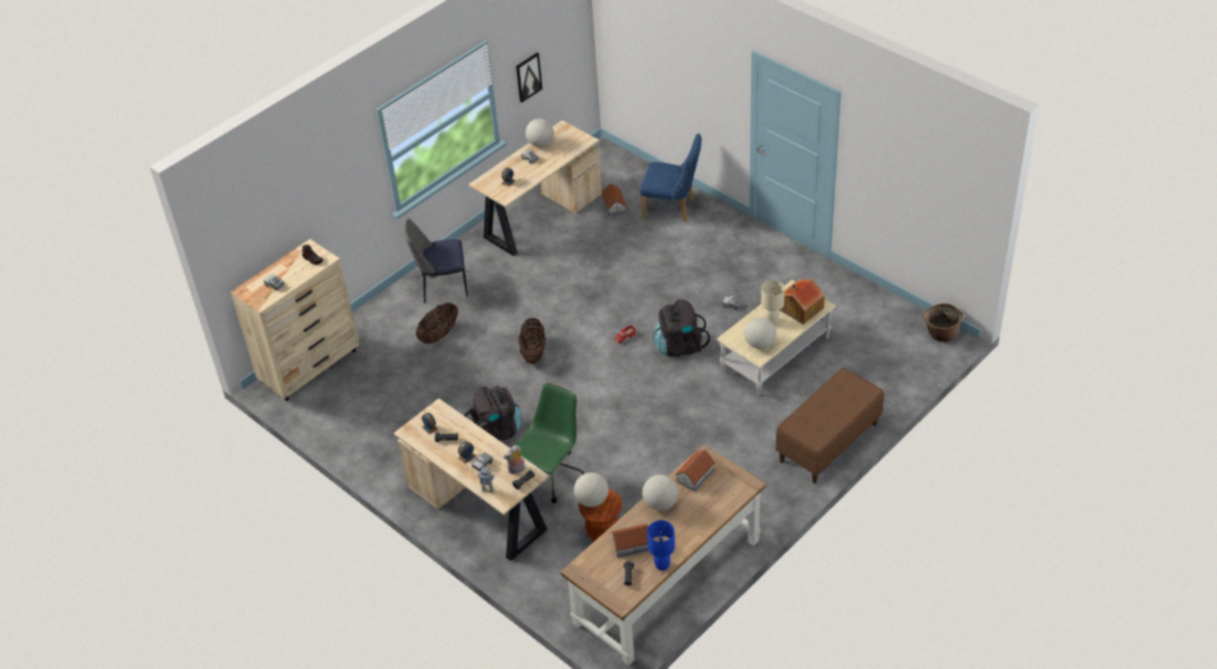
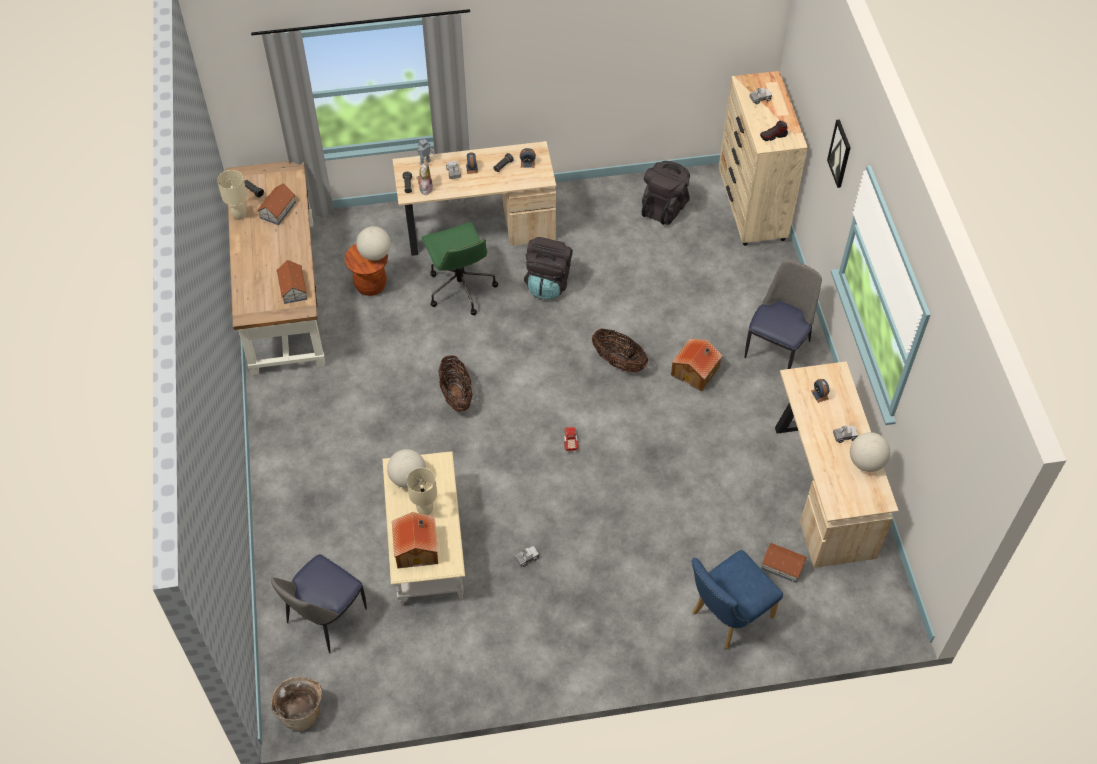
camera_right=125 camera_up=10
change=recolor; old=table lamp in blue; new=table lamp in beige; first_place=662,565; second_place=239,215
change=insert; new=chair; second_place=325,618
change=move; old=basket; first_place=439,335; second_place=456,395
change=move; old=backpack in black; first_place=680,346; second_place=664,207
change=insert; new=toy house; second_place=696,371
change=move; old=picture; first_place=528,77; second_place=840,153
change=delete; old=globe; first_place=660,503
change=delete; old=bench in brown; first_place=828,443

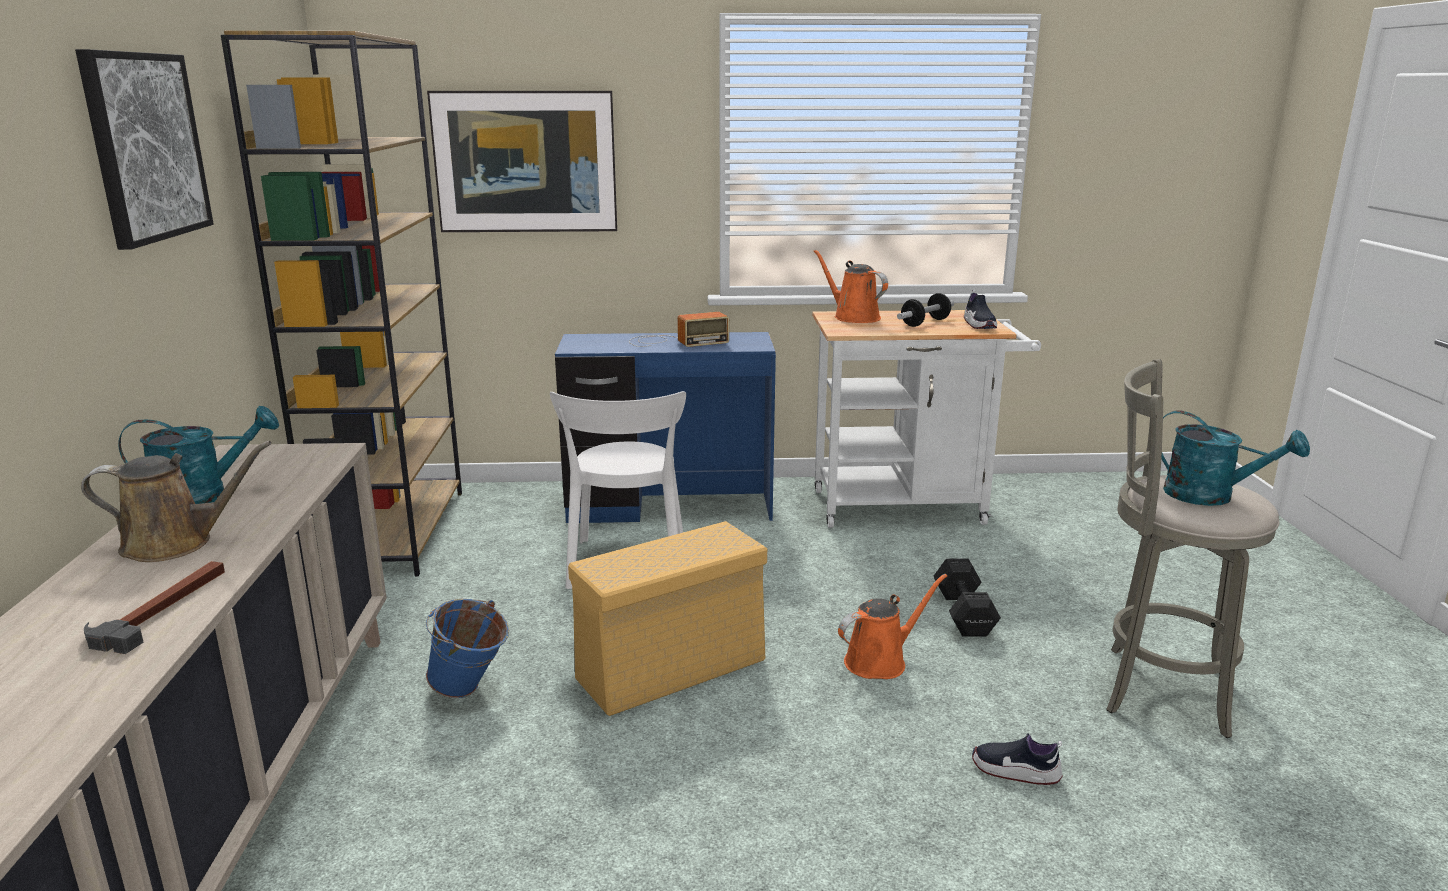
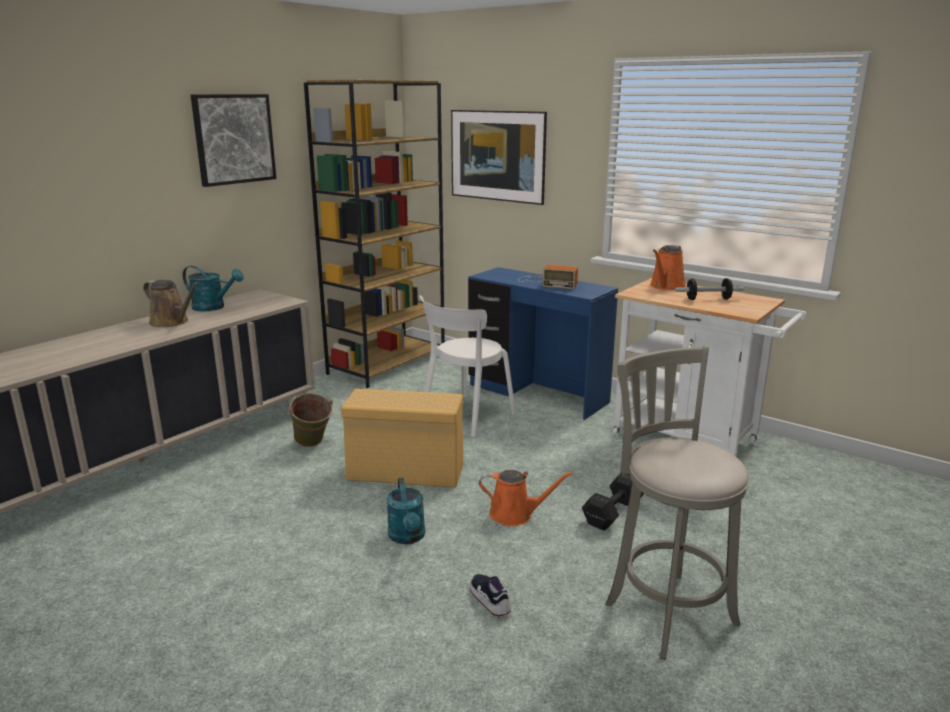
camera_right=40 camera_up=0
change=recolor; old=bucket in blue; new=bucket in green; first_place=471,691; second_place=312,445
change=move; old=watering can in turquoise; first_place=1211,497; second_place=408,537
change=rotate; old=watering can in orange; first_place=853,317; second_place=666,286; degrees=-150
change=delete; old=hammer; first_place=162,609
change=delete; old=shoe; first_place=979,325

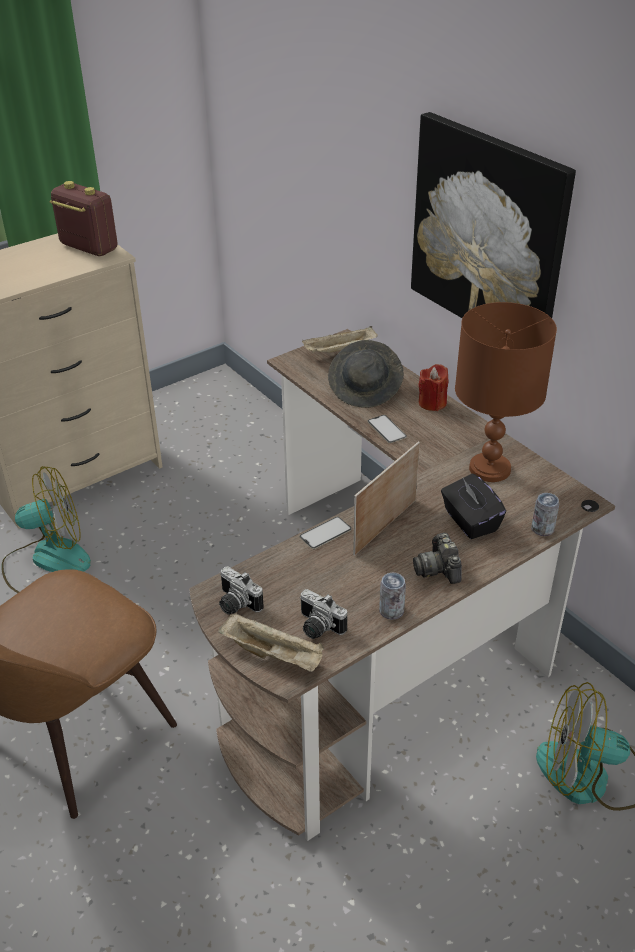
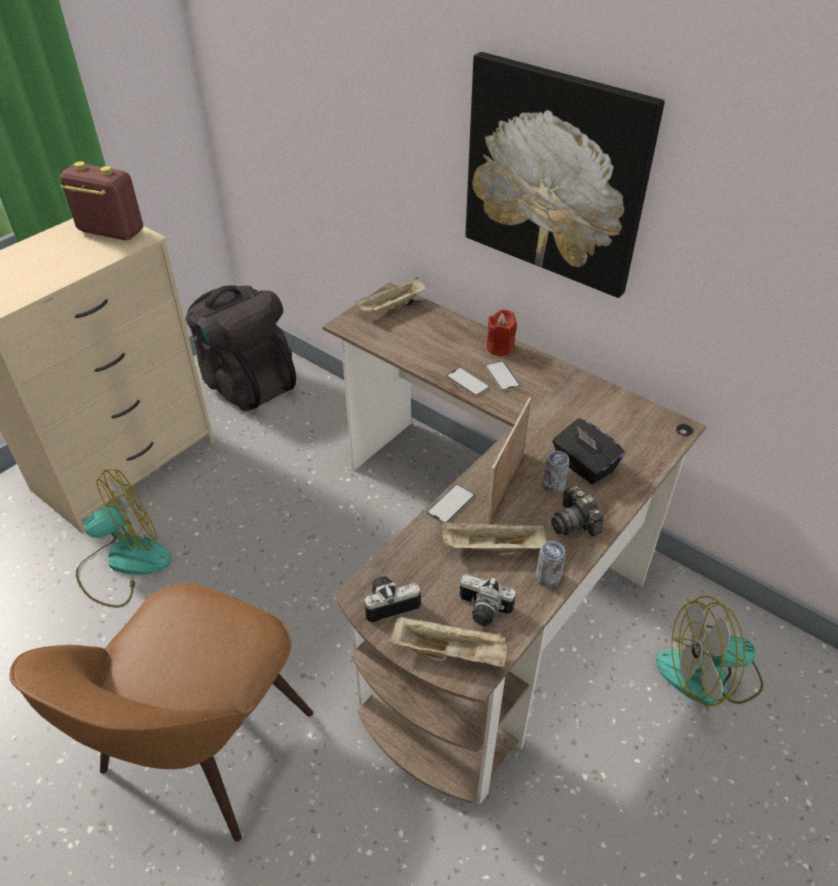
camera_right=-15 camera_up=5
change=insert; new=backpack in black; second_place=247,382
change=rotate; old=photo camera; first_place=235,604; second_place=389,602; degrees=135
change=insert; new=tray in beige; second_place=491,548
change=insert; new=phone; second_place=502,376
change=move; old=can; first_place=542,529; second_place=553,486
change=delete; old=hat in grey; first_place=366,389
change=delete; old=table lamp in brown; first_place=490,469

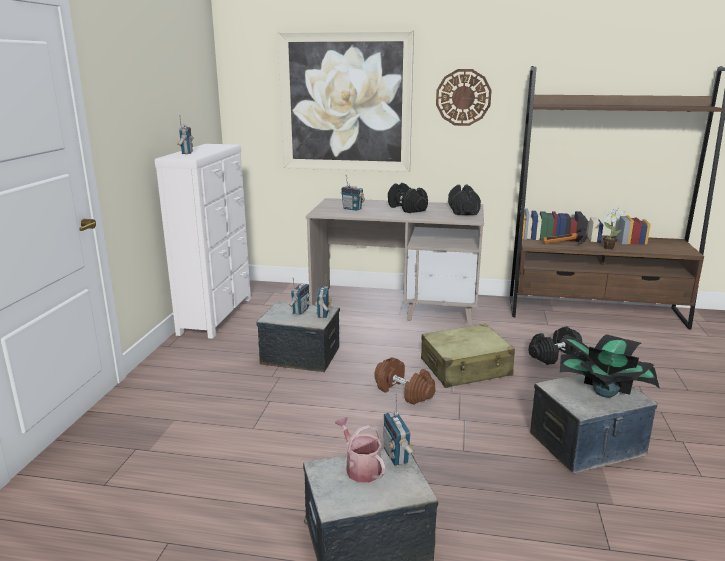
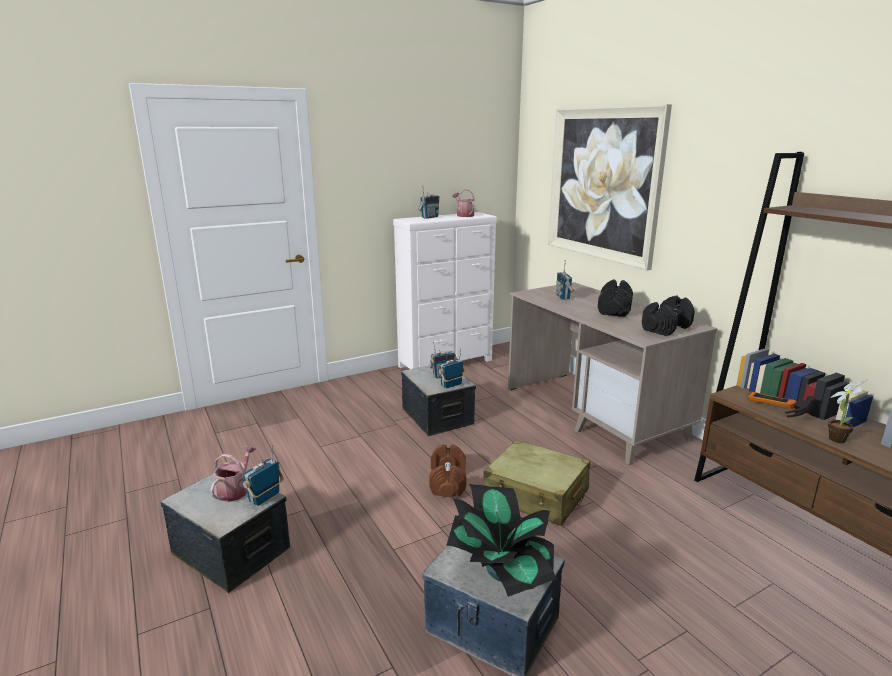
camera_right=50 camera_up=0
change=insert; new=watering can; second_place=464,215
change=delete; old=wall clock; first_place=463,97
change=delete; old=dumbbell in black; first_place=554,356

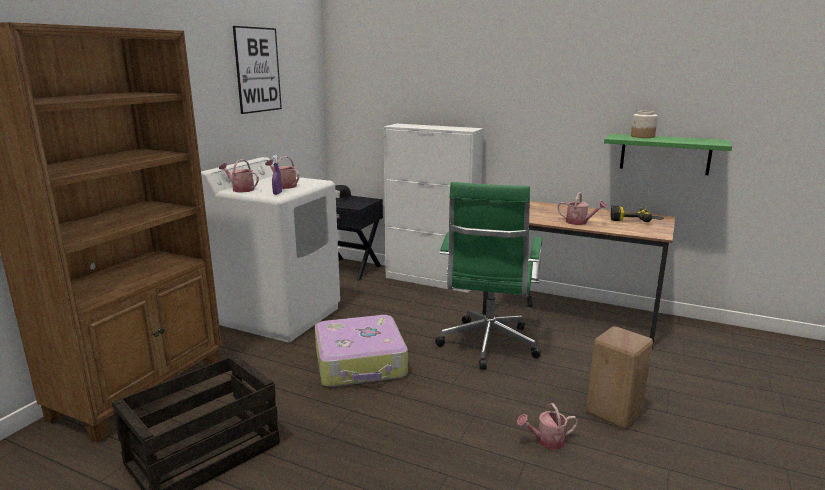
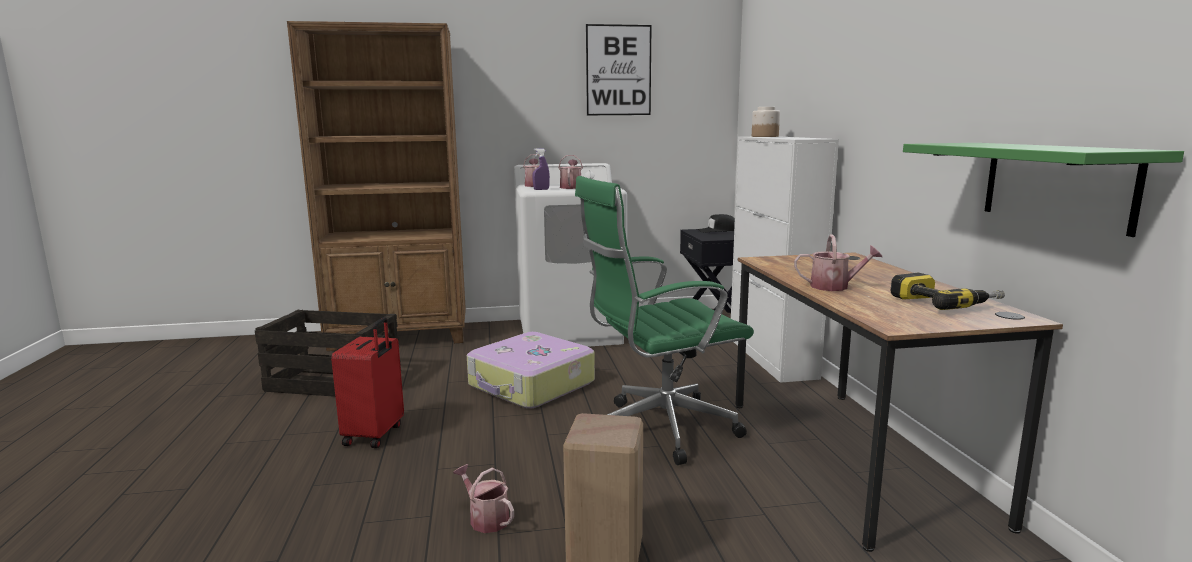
camera_right=55 camera_up=-5
change=insert; new=suitcase in red; second_place=375,435
change=move; old=jar; first_place=642,136; second_place=764,136
change=rotate; old=watering can; first_place=579,222; second_place=835,286; degrees=-75

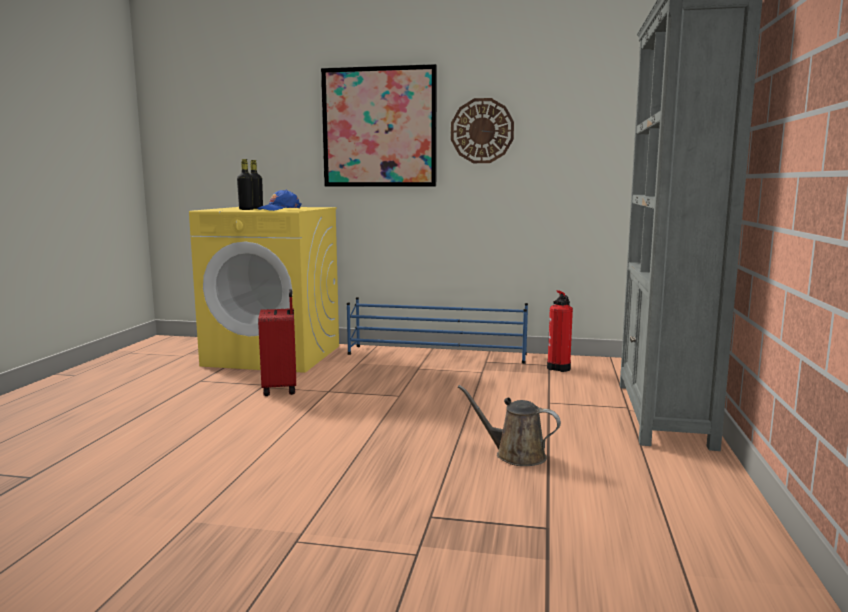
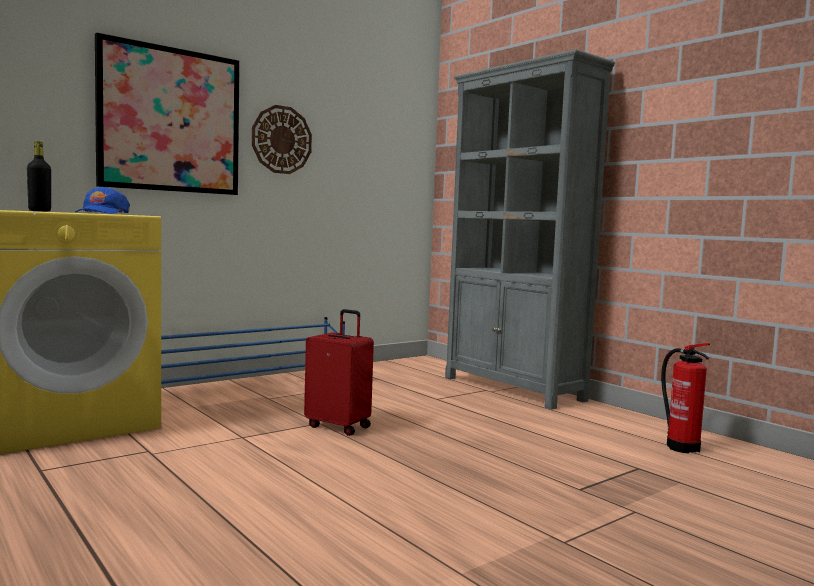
camera_right=-50 camera_up=-5
change=move; old=suitcase in red; first_place=281,388; second_place=339,426
change=move; old=fire extinguisher; first_place=560,368; second_place=681,447
change=delete; old=bottle in black; first_place=246,209
change=delete; old=watering can in brown; first_place=515,455

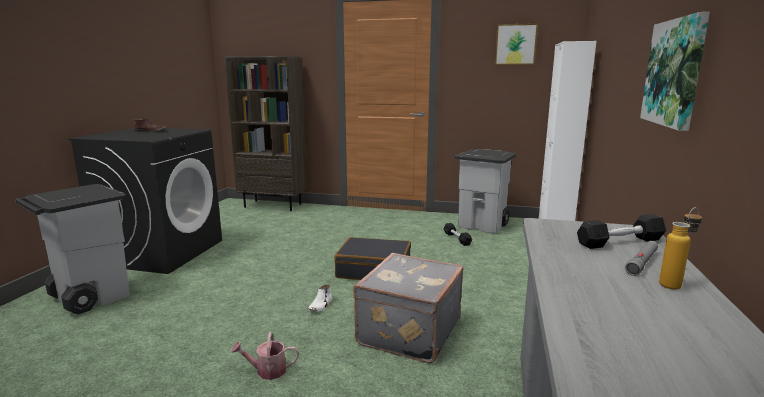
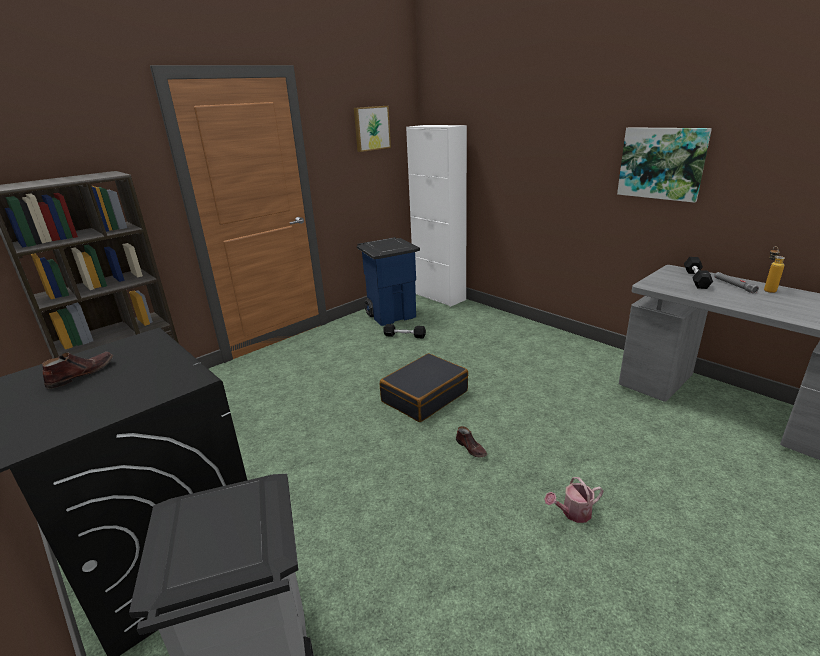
camera_right=-55 camera_up=10
change=recolor; old=trash can in grey; new=trash can in blue; first_place=483,225; second_place=392,315
change=recolor; old=shoe in white; new=shoe in brown; first_place=321,305; second_place=471,448
change=rotate; old=watering can; first_place=267,371; second_place=573,513; degrees=45
change=delete; old=suitcase in grey; first_place=407,331

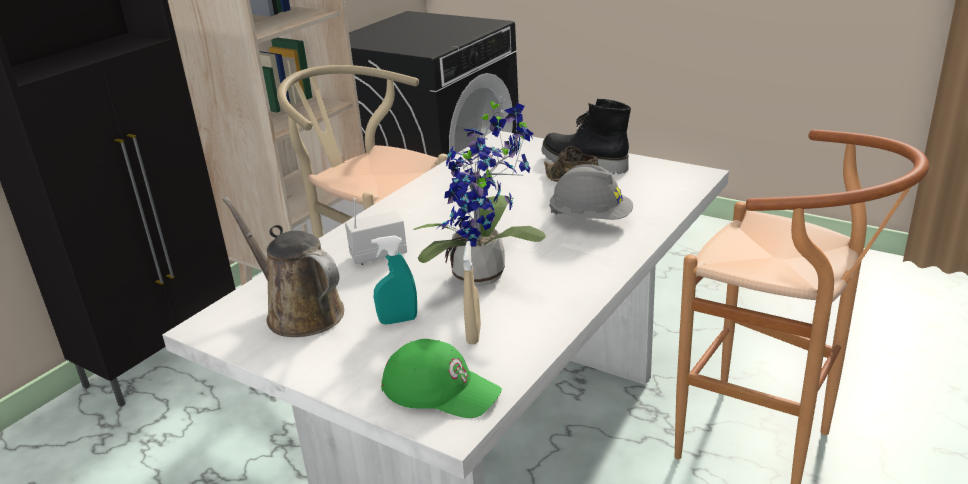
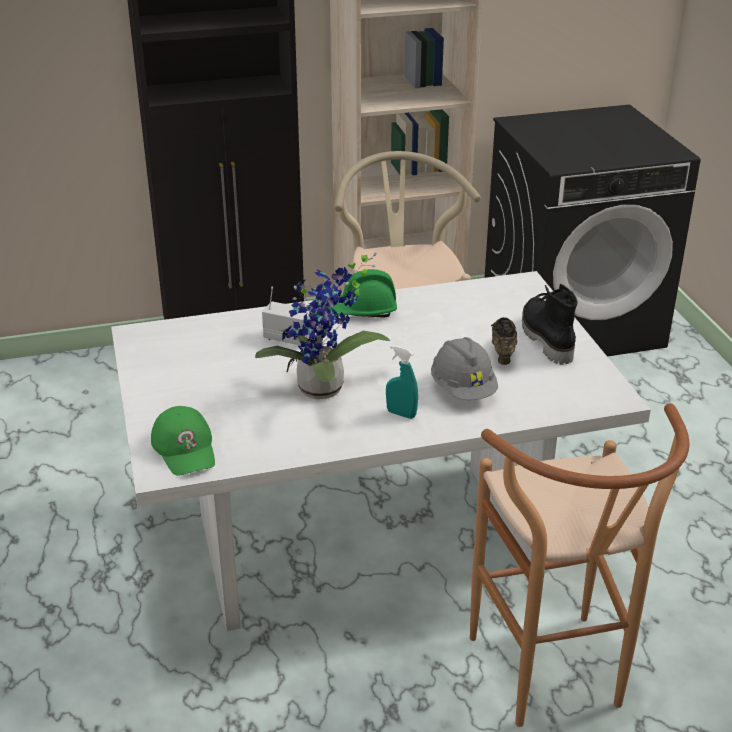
camera_right=40 camera_up=5
change=insert; new=hard hat in green; second_place=361,310
change=move; old=spray bottle in turquoise; first_place=398,320; second_place=401,414
change=delete; old=watering can in brown; first_place=299,312
change=delete; old=spray bottle in beige; first_place=473,335

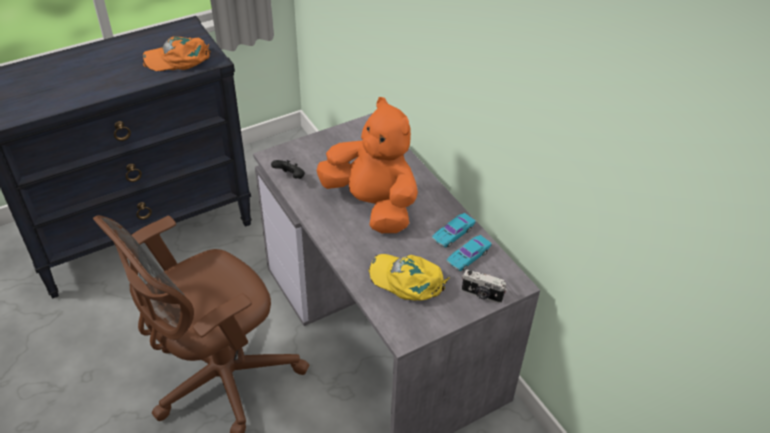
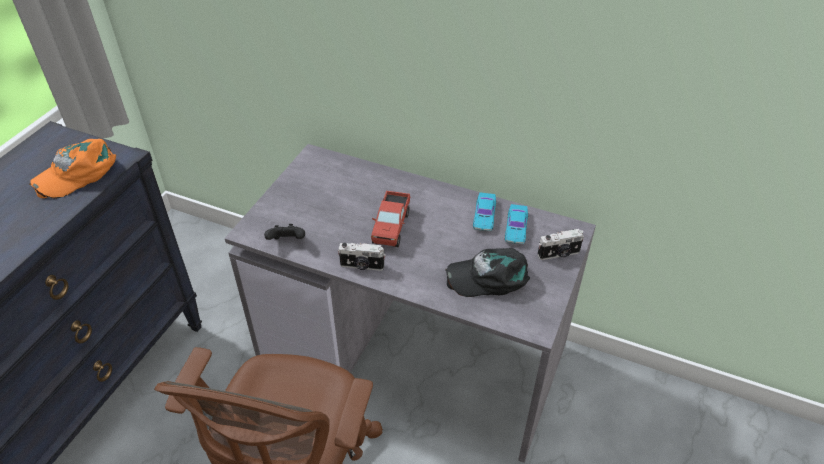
camera_right=-35 camera_up=0
change=insert; new=photo camera; second_place=362,266
change=replace; old=plush toy in orange; new=toy truck; first_place=372,205; second_place=391,227
change=recolor; old=cap in yellow; new=cap in black; first_place=407,280; second_place=489,276

